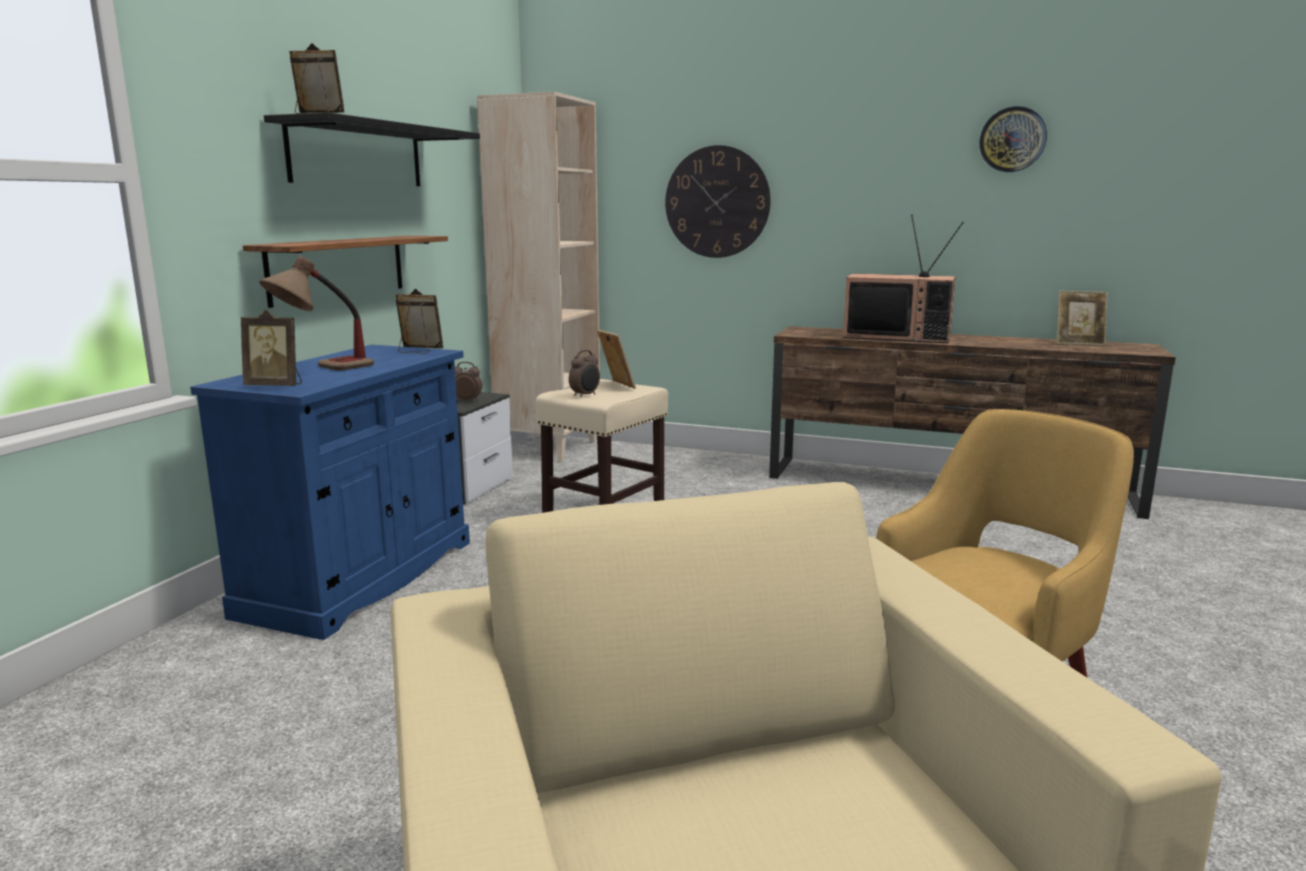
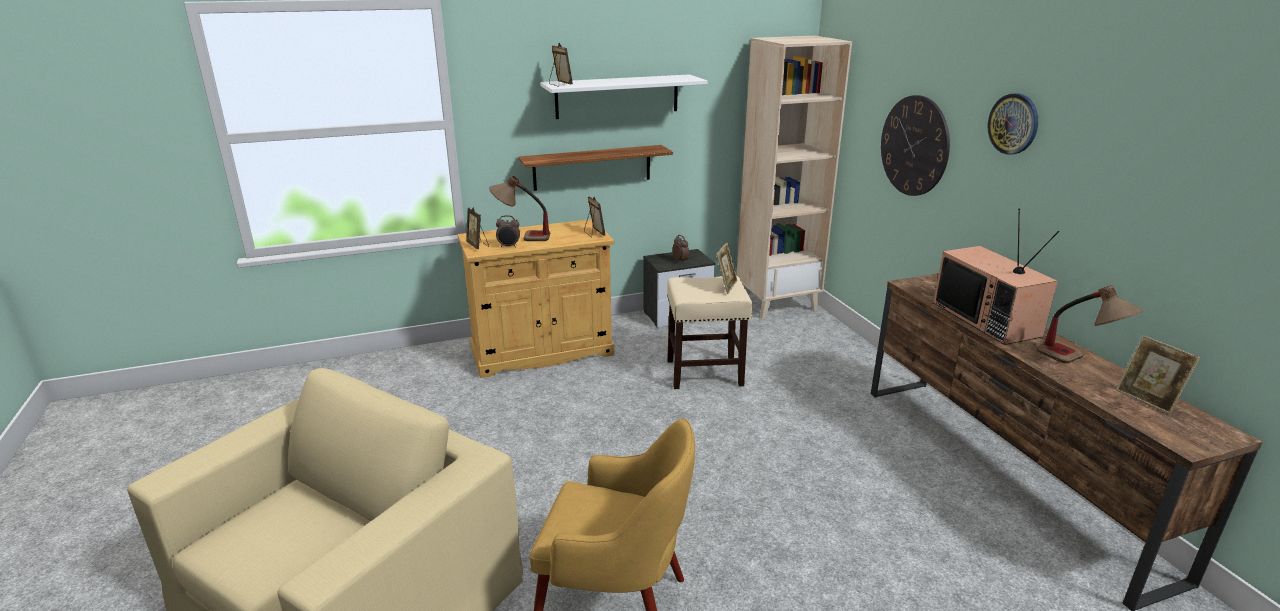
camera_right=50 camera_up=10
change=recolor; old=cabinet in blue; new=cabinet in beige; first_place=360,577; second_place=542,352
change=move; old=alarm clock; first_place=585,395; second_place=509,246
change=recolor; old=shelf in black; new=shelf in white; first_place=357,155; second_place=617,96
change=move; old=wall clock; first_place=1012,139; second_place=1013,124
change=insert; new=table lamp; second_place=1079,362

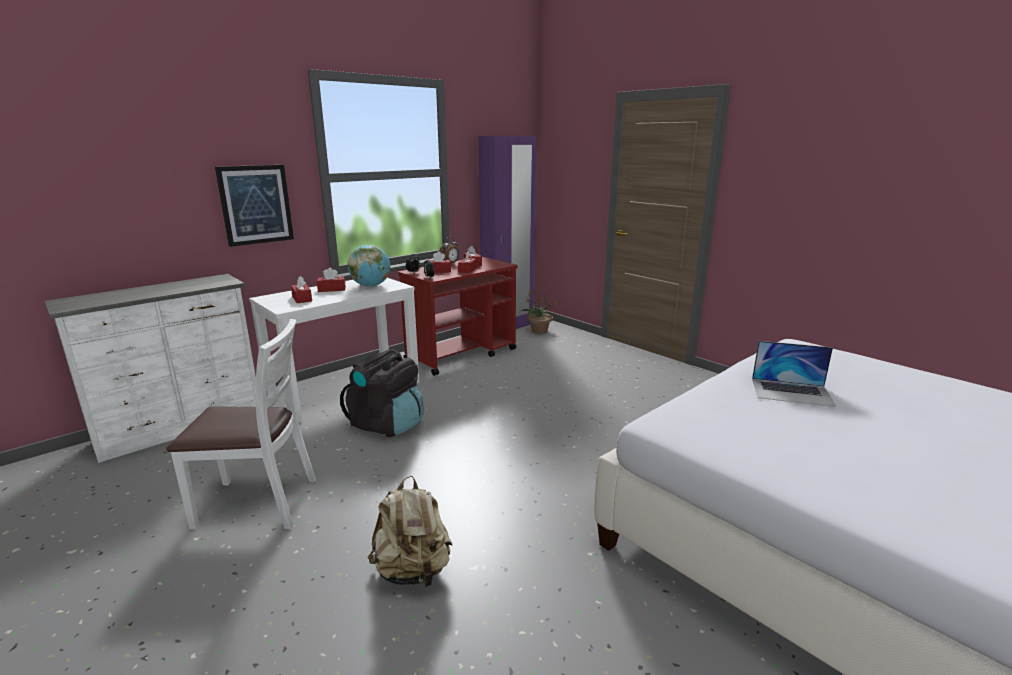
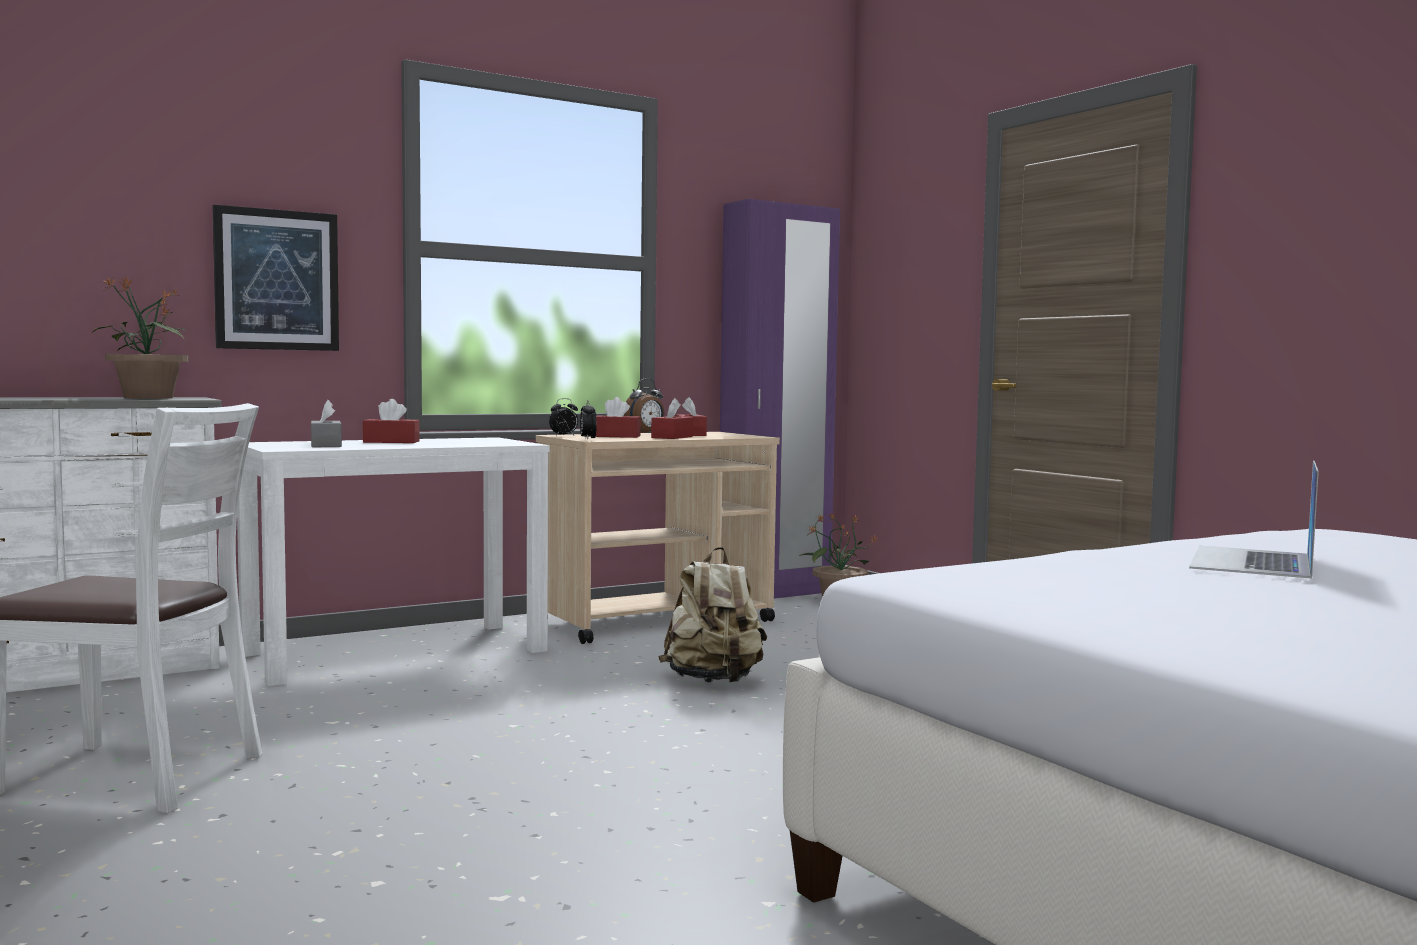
camera_right=10 camera_up=-15
change=insert; new=potted plant; second_place=147,398
change=recolor; old=tissue box in red; new=tissue box in grey; first_place=302,299; second_place=326,445
change=recolor; old=cart in red; new=cart in beige; first_place=462,354; second_place=657,622
change=move; old=backpack in beige; first_place=413,571; second_place=714,681
change=rotate; old=laptop; first_place=792,392; second_place=1252,561; degrees=90
change=delete; old=backpack in black; first_place=387,424
change=delete; old=globe; first_place=371,286

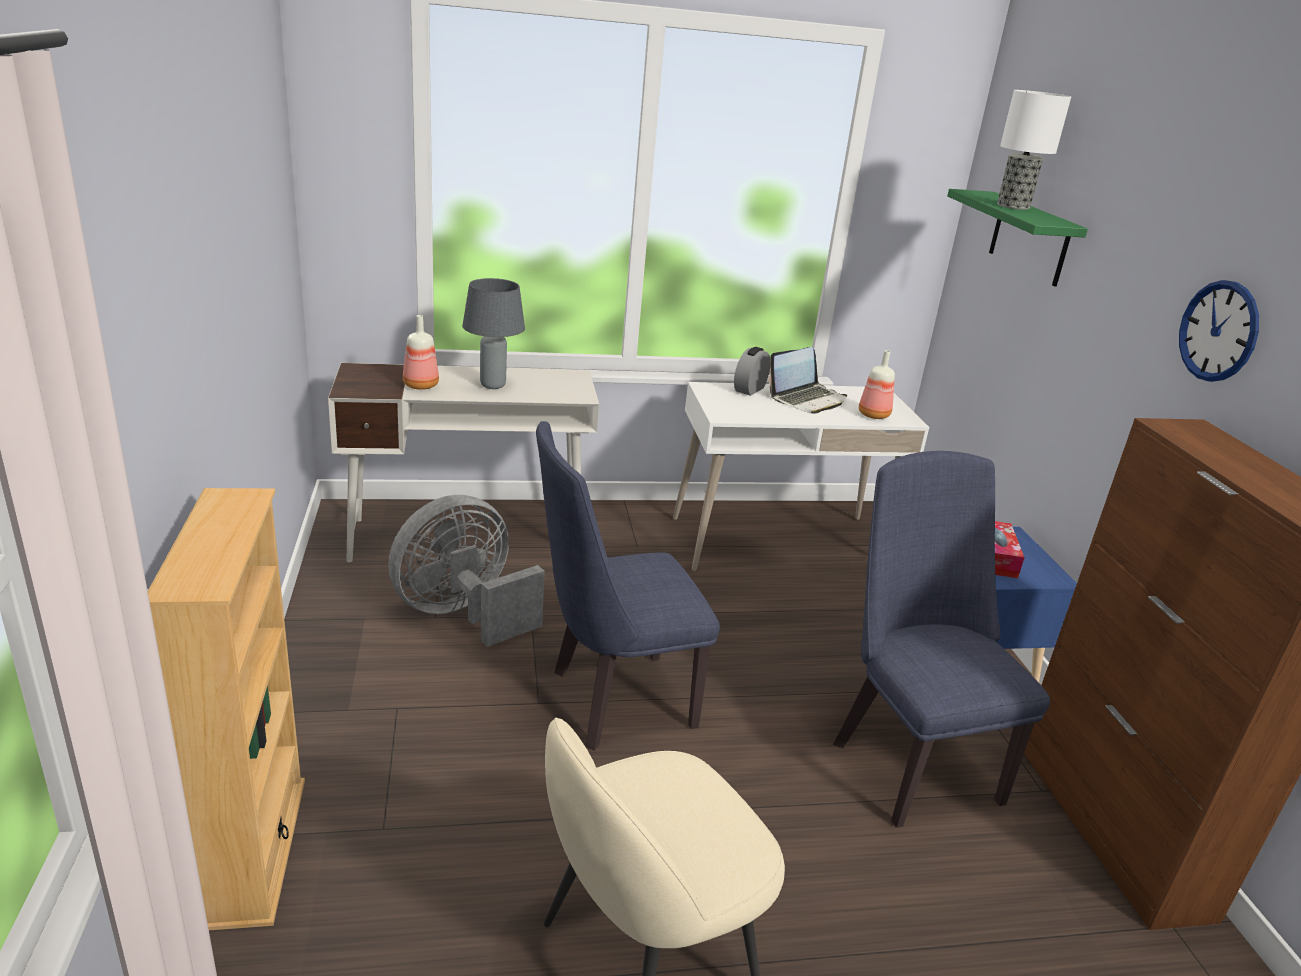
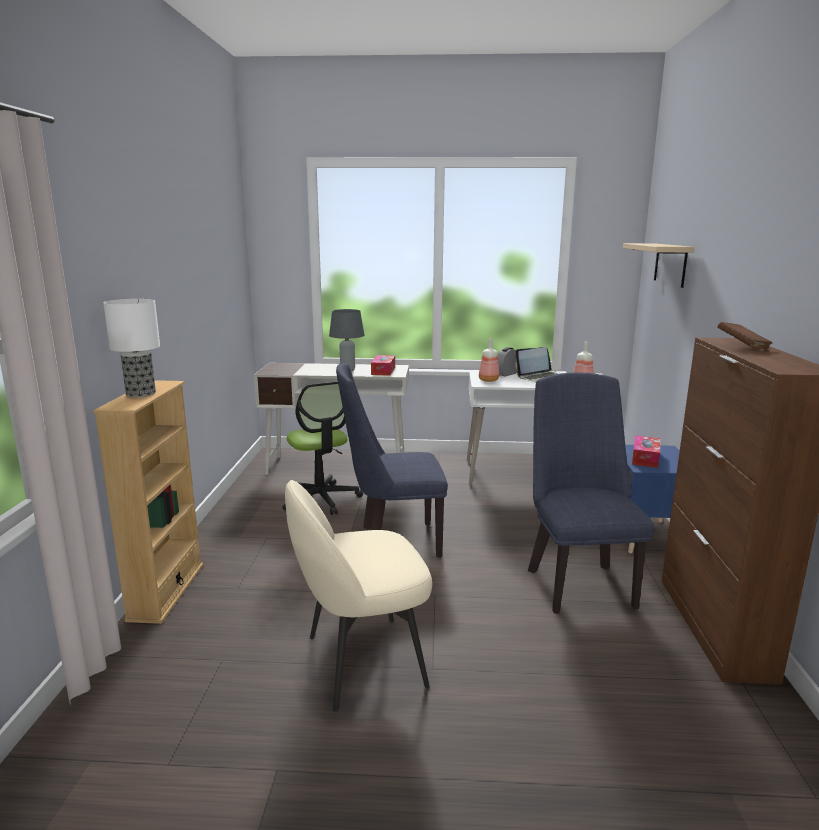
camera_right=15 camera_up=-10
change=move; old=table lamp; first_place=1012,206; second_place=140,393
change=replace; old=fan in grey; new=office chair; first_place=463,614; second_place=321,499
change=insert; new=tissue box; second_place=383,371
change=move; old=bottle; first_place=421,386; second_place=489,380
change=recolor; old=shelf in green; new=shelf in beige; first_place=1029,239; second_place=670,264
change=insert; new=book in brown; second_place=742,347
change=delete; old=wall clock; first_place=1218,331

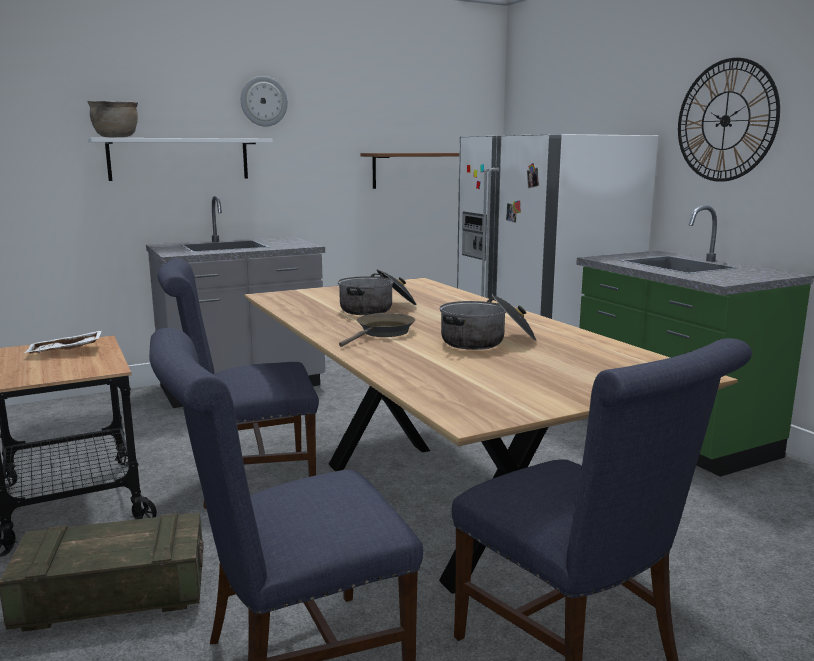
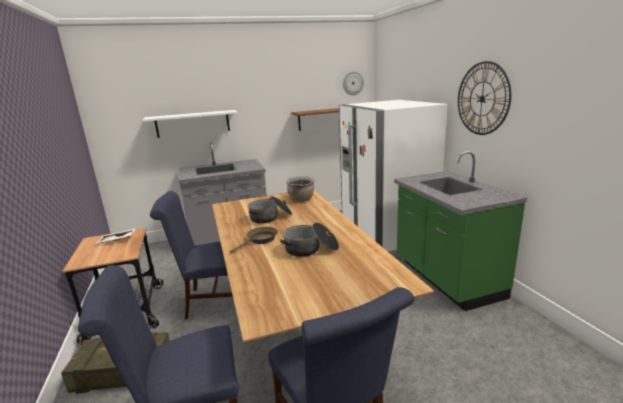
camera_right=10 camera_up=5
change=move; old=cooking pot in brown; first_place=116,137; second_place=301,200
change=move; old=wall clock; first_place=263,101; second_place=353,83

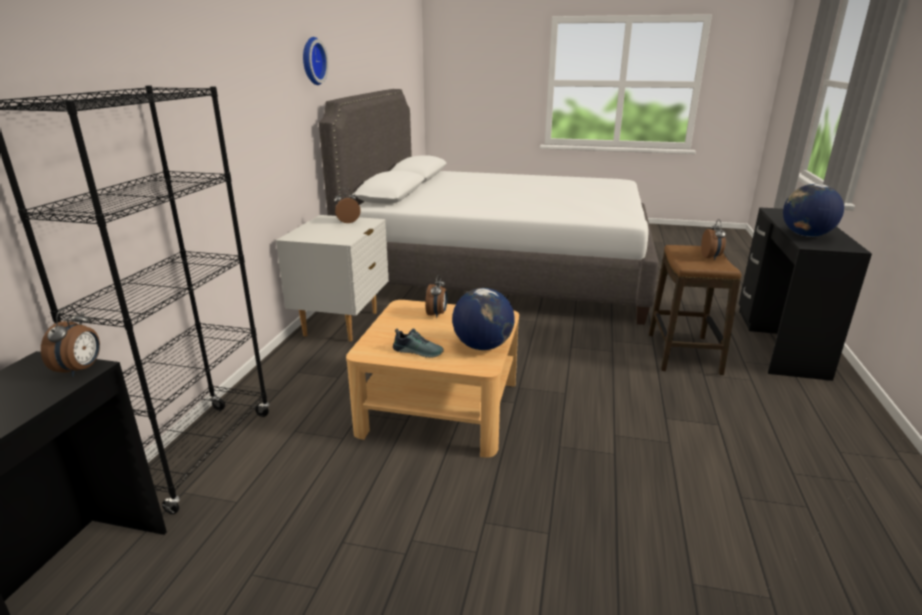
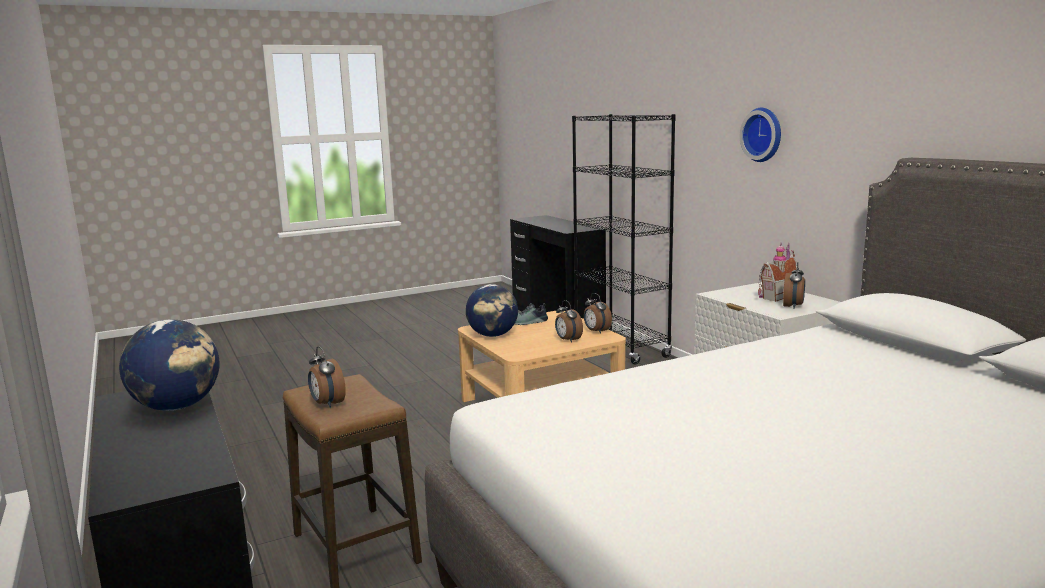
camera_right=140 camera_up=-10
change=move; old=alarm clock; first_place=81,369; second_place=596,331
change=move; old=wall clock; first_place=311,61; second_place=764,134
change=insert; new=toy house; second_place=774,297

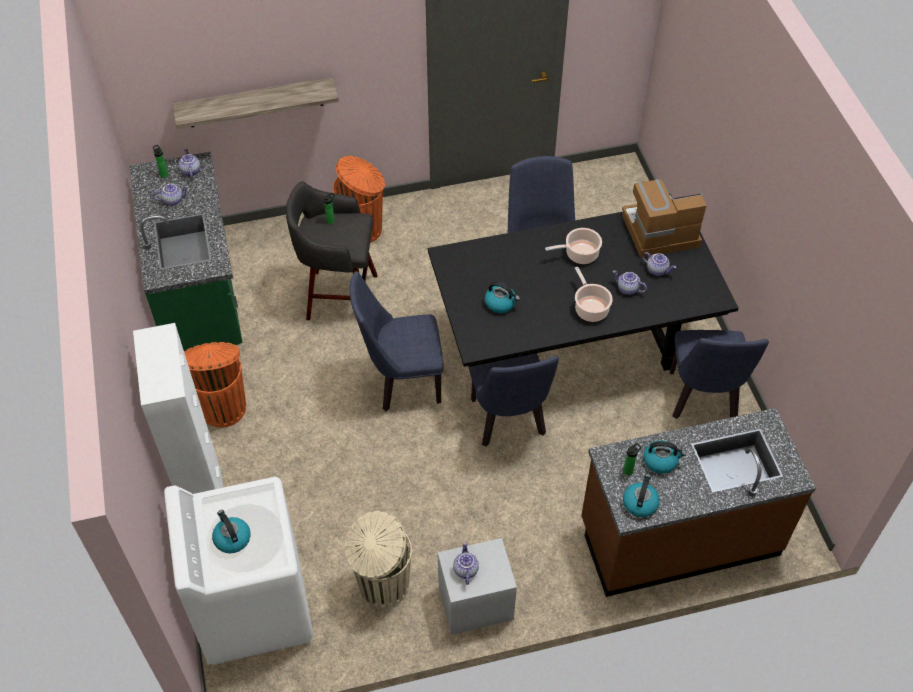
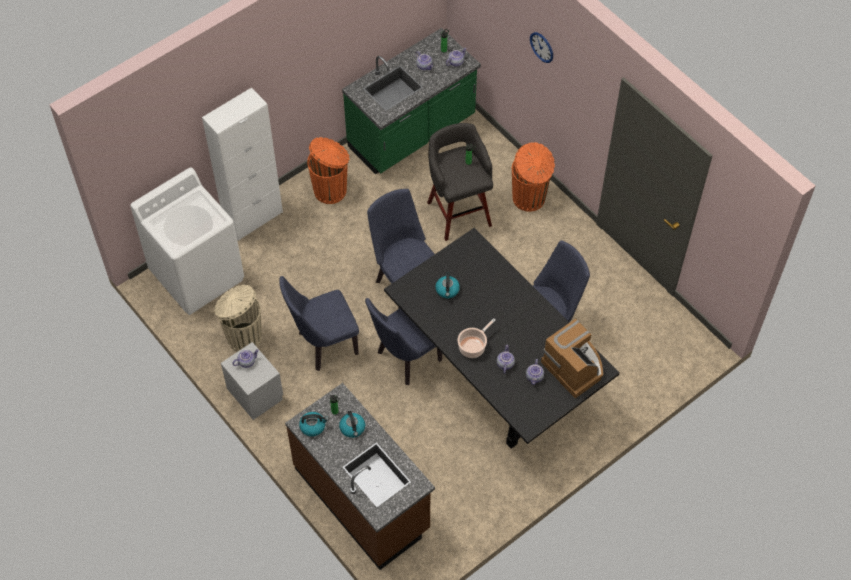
camera_right=65 camera_up=5
change=move; old=chair in blue; first_place=702,401; second_place=323,345
change=insert; new=wall clock; second_place=541,47
change=delete; old=shelf; first_place=255,103
change=delete; old=kettle; first_place=232,538
change=delete; old=cooking pot; first_place=579,254

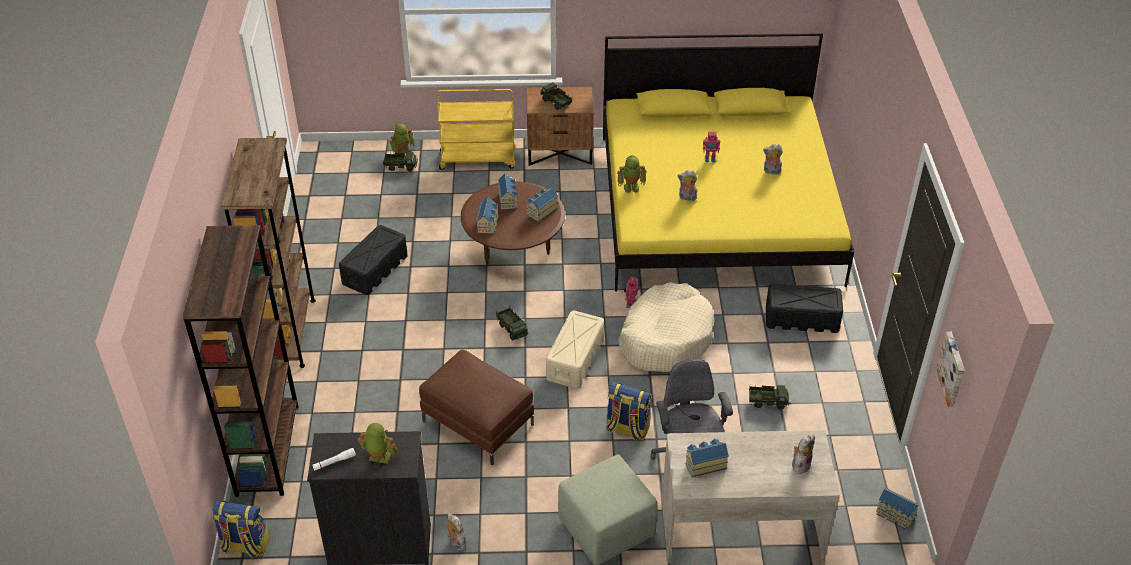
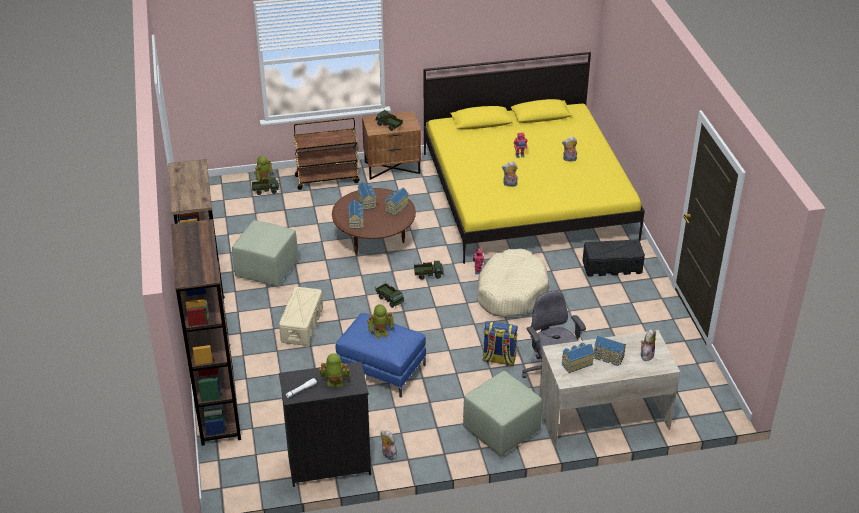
camera_right=-10 camera_up=-5
change=replace; old=storage box in black; new=ottoman in green; first_place=375,269; second_place=267,269
change=move; old=storage box in beige; first_place=575,360; second_place=302,325
change=recolor; old=cart in yellow; new=cart in brown; first_place=478,159; second_place=327,179
change=recolor; old=ottoman in brown; new=ottoman in blue; first_place=478,422; second_place=381,369
change=move; old=toy robot; first_place=631,187; second_place=381,332
change=move; old=toy truck; first_place=767,402; second_place=428,275
change=move; old=toy house; first_place=895,515; second_place=608,357
change=delete; old=backpack; first_place=245,546
change=delete; old=picture; first_place=953,369

